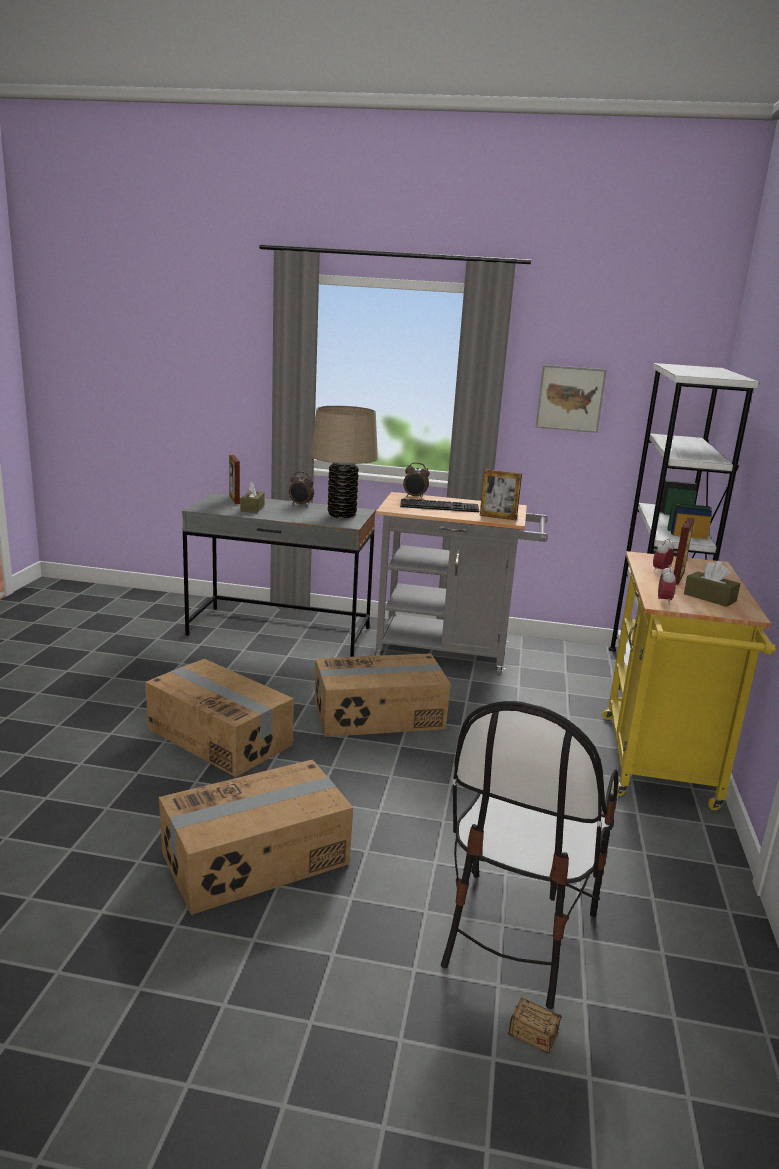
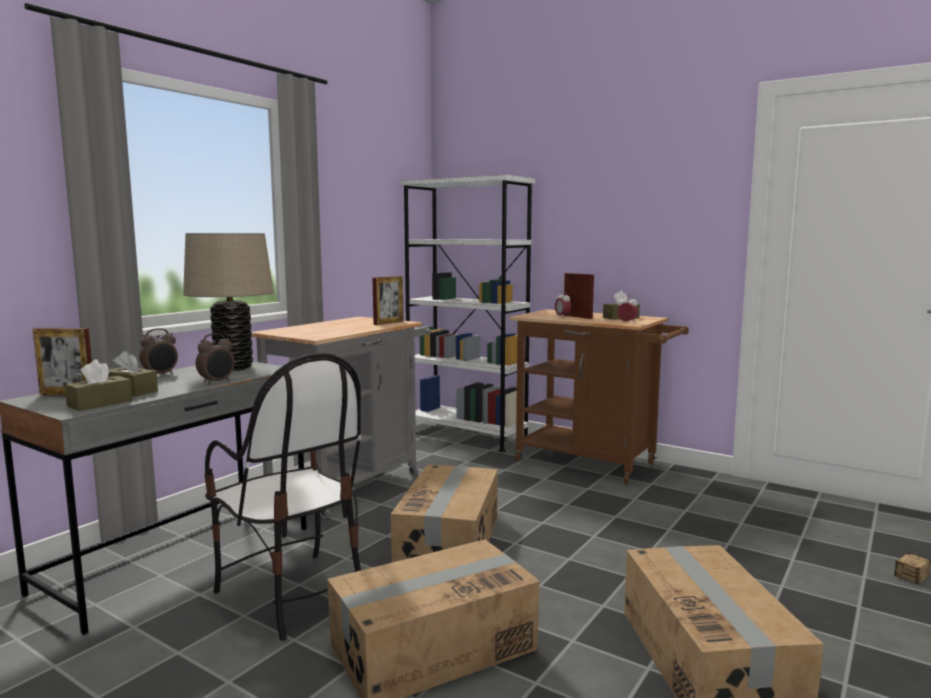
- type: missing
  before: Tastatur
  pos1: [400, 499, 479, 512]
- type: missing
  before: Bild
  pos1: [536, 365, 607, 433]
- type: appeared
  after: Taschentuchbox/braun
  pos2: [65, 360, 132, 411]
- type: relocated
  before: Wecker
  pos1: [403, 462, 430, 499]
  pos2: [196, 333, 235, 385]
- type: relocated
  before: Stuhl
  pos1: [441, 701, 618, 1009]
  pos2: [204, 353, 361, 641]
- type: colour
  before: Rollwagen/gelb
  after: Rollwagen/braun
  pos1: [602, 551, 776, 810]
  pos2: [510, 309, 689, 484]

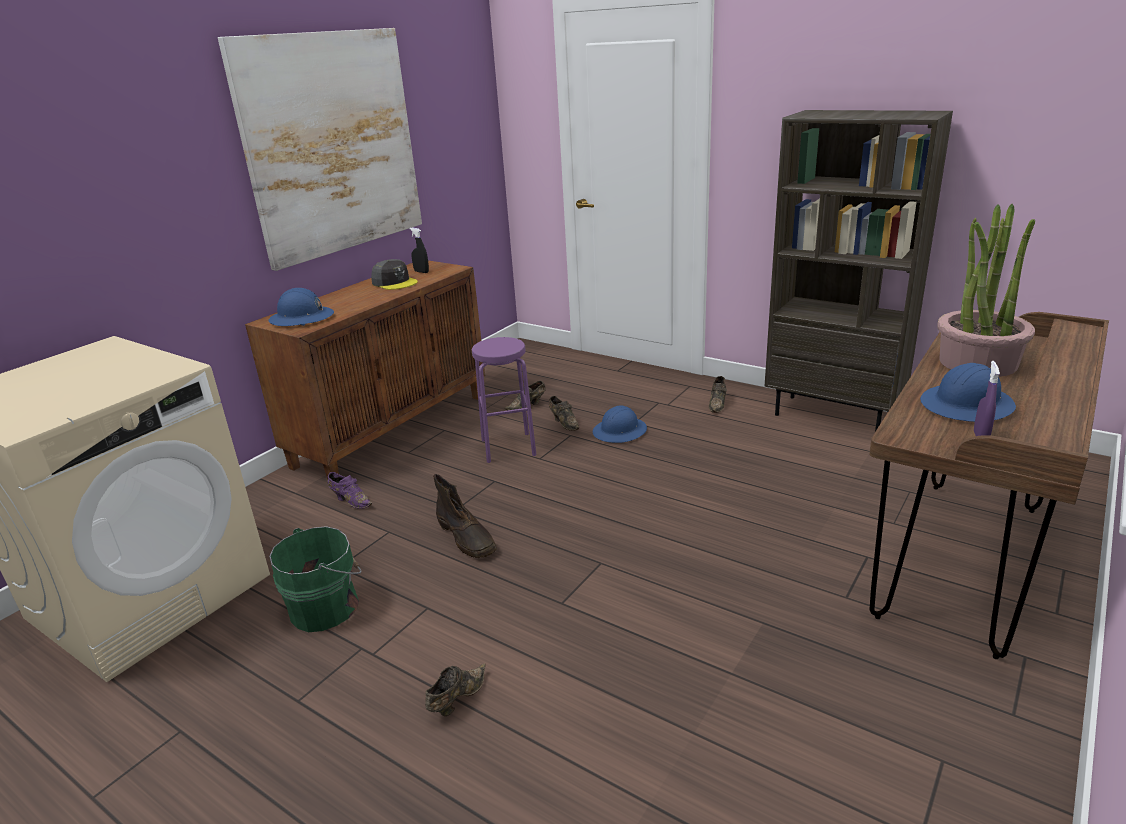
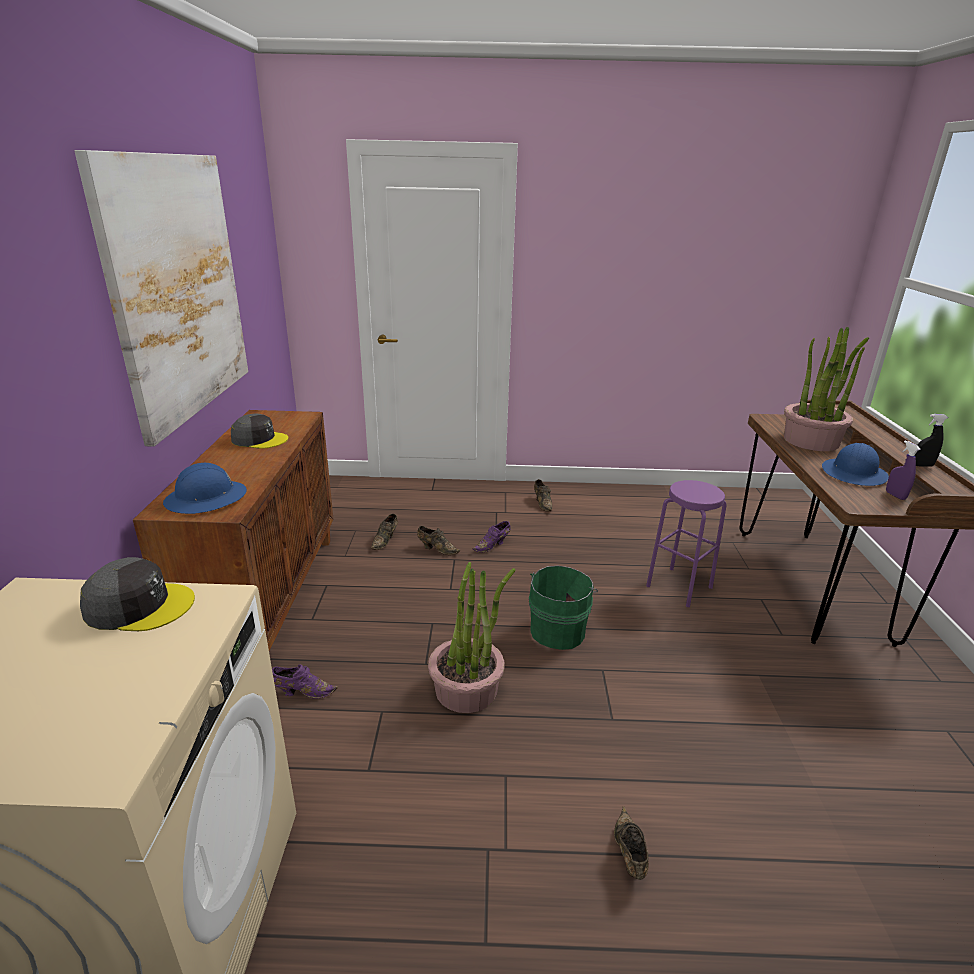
- type: missing
  before: Bücherregal/braun
  pos1: [764, 110, 953, 432]
- type: appeared
  after: Kappe/grau
  pos2: [80, 557, 195, 631]
- type: relocated
  before: Eimer/grün
  pos1: [269, 526, 362, 632]
  pos2: [529, 566, 598, 650]
- type: relocated
  before: Sprühflasche/schwarz
  pos1: [409, 228, 429, 273]
  pos2: [915, 414, 948, 467]
- type: relocated
  before: Hocker/lila
  pos1: [472, 337, 536, 463]
  pos2: [646, 480, 727, 607]
- type: exchanged
  before: Stiefel/braun
  after: Topfpflanze
  pos1: [433, 474, 497, 558]
  pos2: [428, 562, 516, 713]
- type: exchanged
  before: Schutzhelm/blau
  after: Schuh/lila
  pos1: [593, 406, 647, 443]
  pos2: [473, 521, 511, 553]

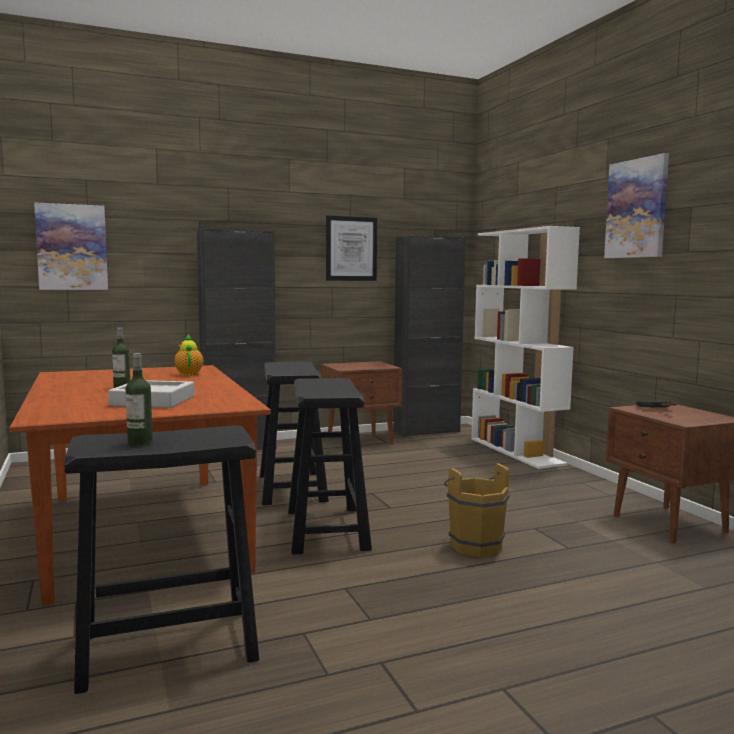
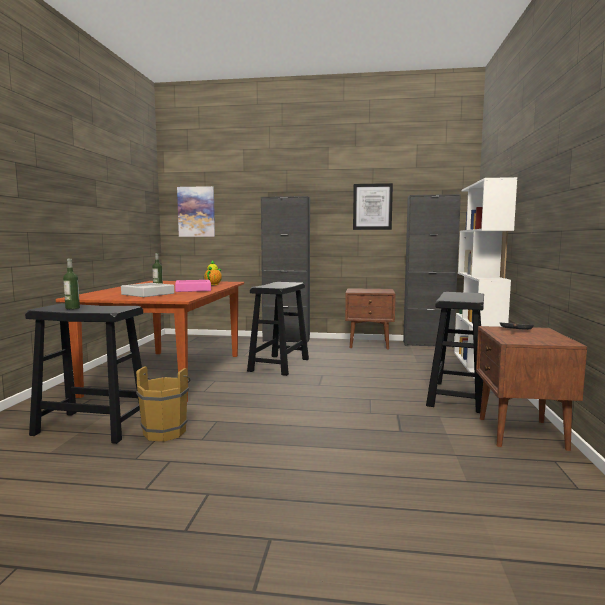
- type: missing
  before: Bild
  pos1: [604, 153, 669, 258]
- type: appeared
  after: Tablett/rosa
  pos2: [175, 280, 211, 292]
- type: relocated
  before: Hocker/schwarz
  pos1: [288, 378, 372, 555]
  pos2: [426, 292, 484, 413]
- type: relocated
  before: Eimer/braun
  pos1: [444, 463, 509, 558]
  pos2: [136, 366, 190, 442]

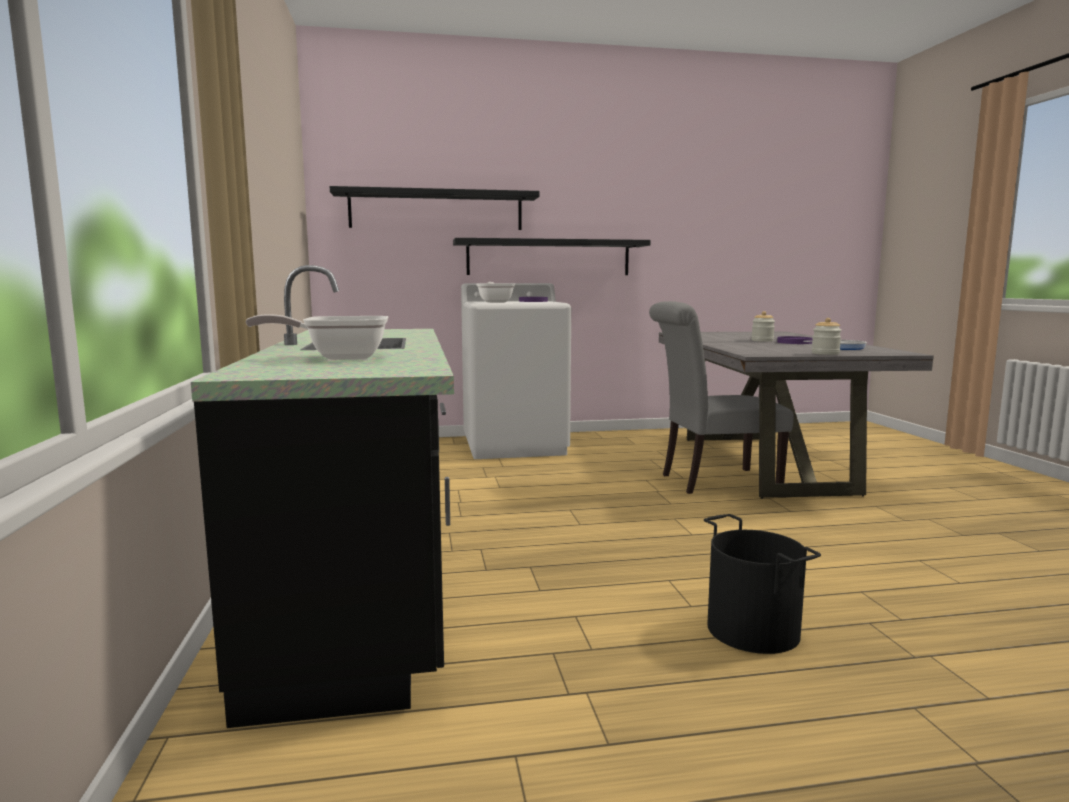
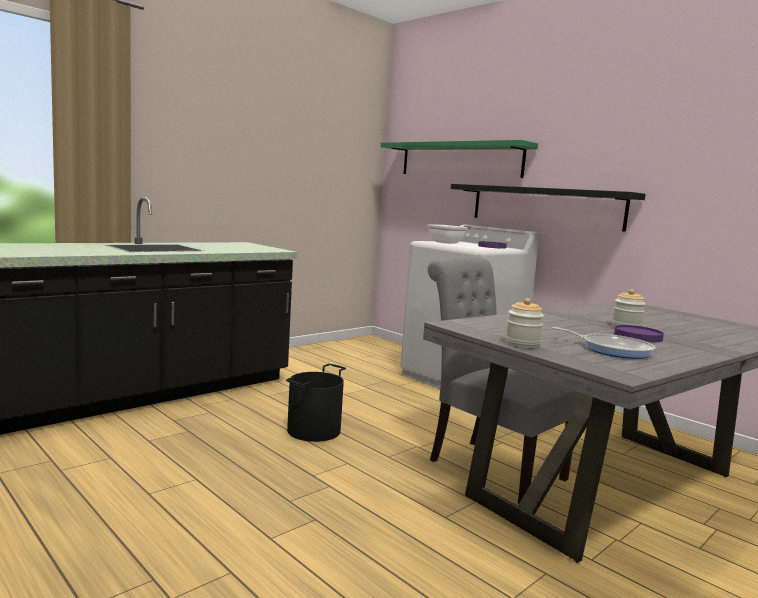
- type: missing
  before: Pfanne
  pos1: [246, 314, 388, 360]
- type: relocated
  before: Eimer/schwarz
  pos1: [704, 514, 821, 654]
  pos2: [286, 364, 346, 442]
- type: colour
  before: Wandregal/schwarz
  after: Wandregal/grün
  pos1: [330, 186, 540, 230]
  pos2: [380, 140, 538, 178]

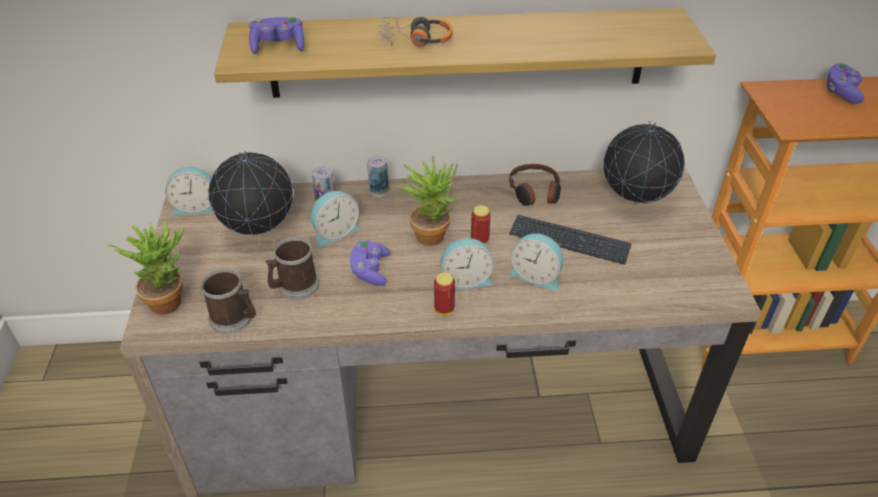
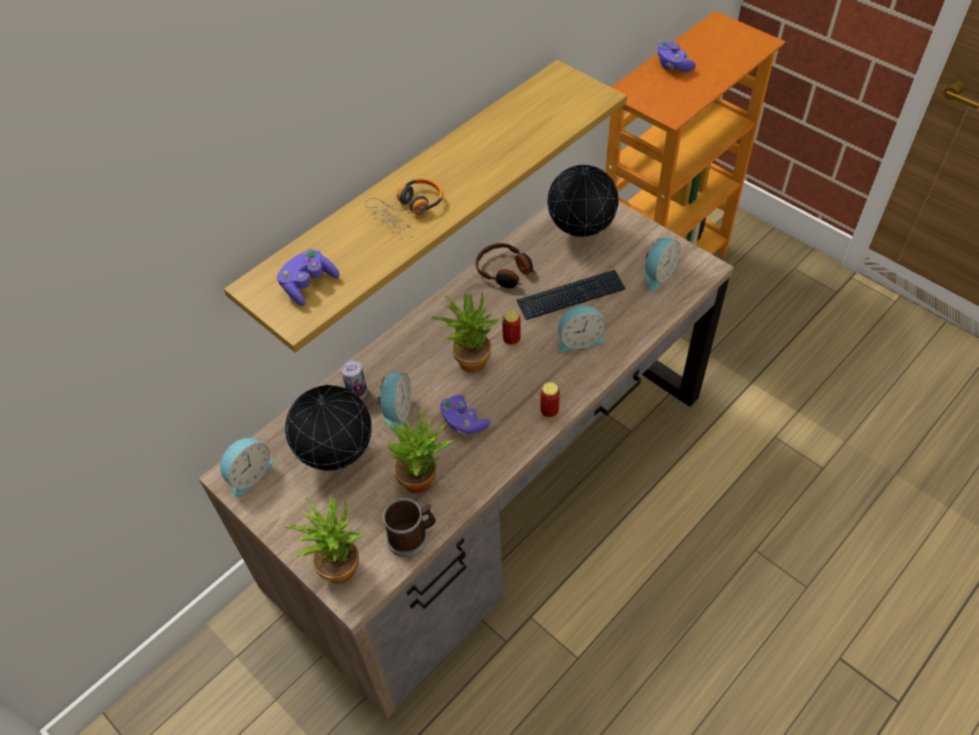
- type: missing
  before: Dose
  pos1: [367, 156, 389, 197]
- type: relocated
  before: Wecker
  pos1: [440, 238, 494, 290]
  pos2: [644, 238, 681, 291]
- type: exchanged
  before: Henkelbecher
  after: Topfpflanze
  pos1: [266, 237, 319, 300]
  pos2: [382, 408, 454, 494]

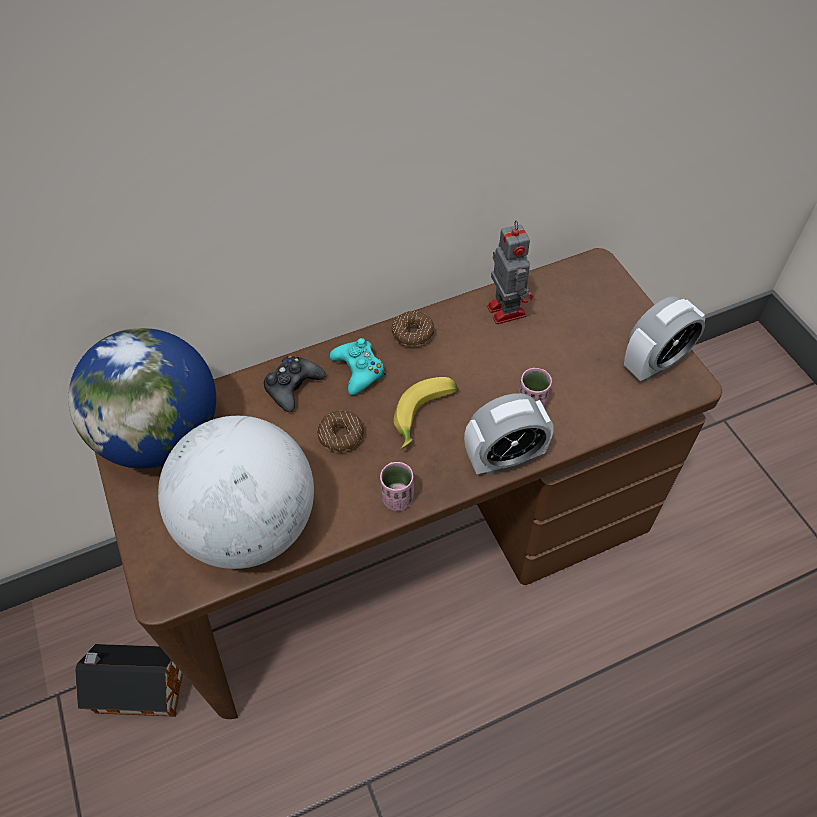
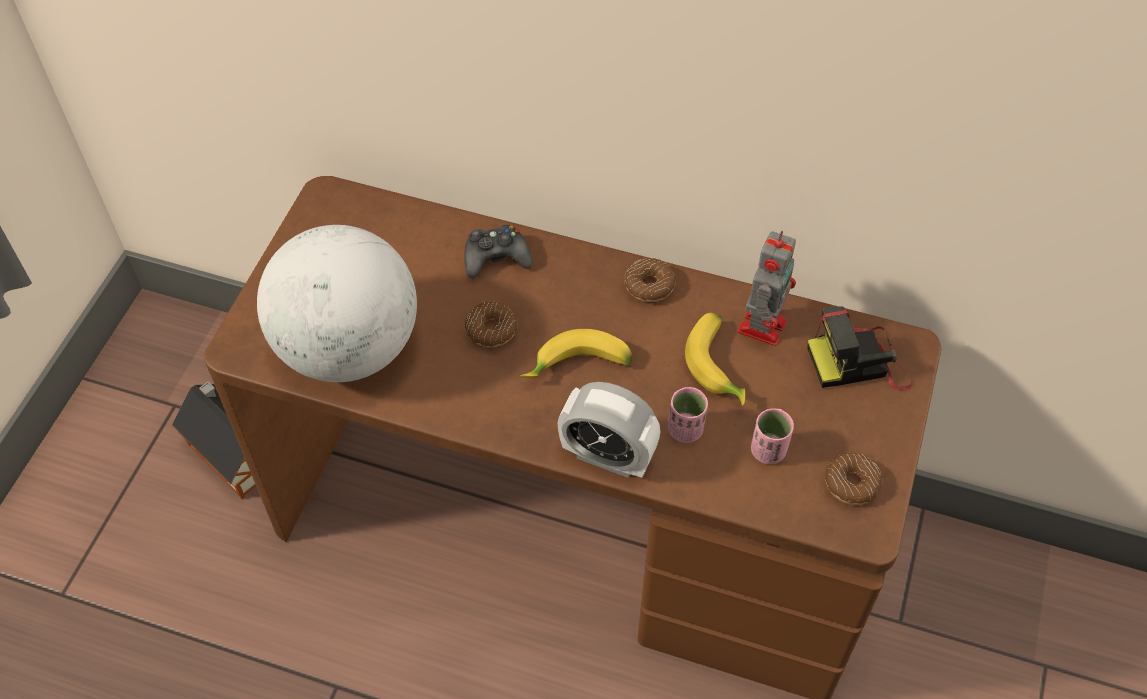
- type: missing
  before: Globus
  pos1: [68, 328, 216, 469]
- type: missing
  before: Gamepad/türkis
  pos1: [330, 338, 385, 395]
- type: appeared
  after: Banane
  pos2: [685, 313, 745, 406]
- type: appeared
  after: Kamera
  pos2: [807, 306, 912, 390]
- type: relocated
  before: Tasse/rosa
  pos1: [380, 462, 414, 511]
  pos2: [751, 408, 794, 464]
- type: exchanged
  before: Wecker
  after: Donut
  pos1: [624, 296, 705, 381]
  pos2: [825, 453, 883, 505]

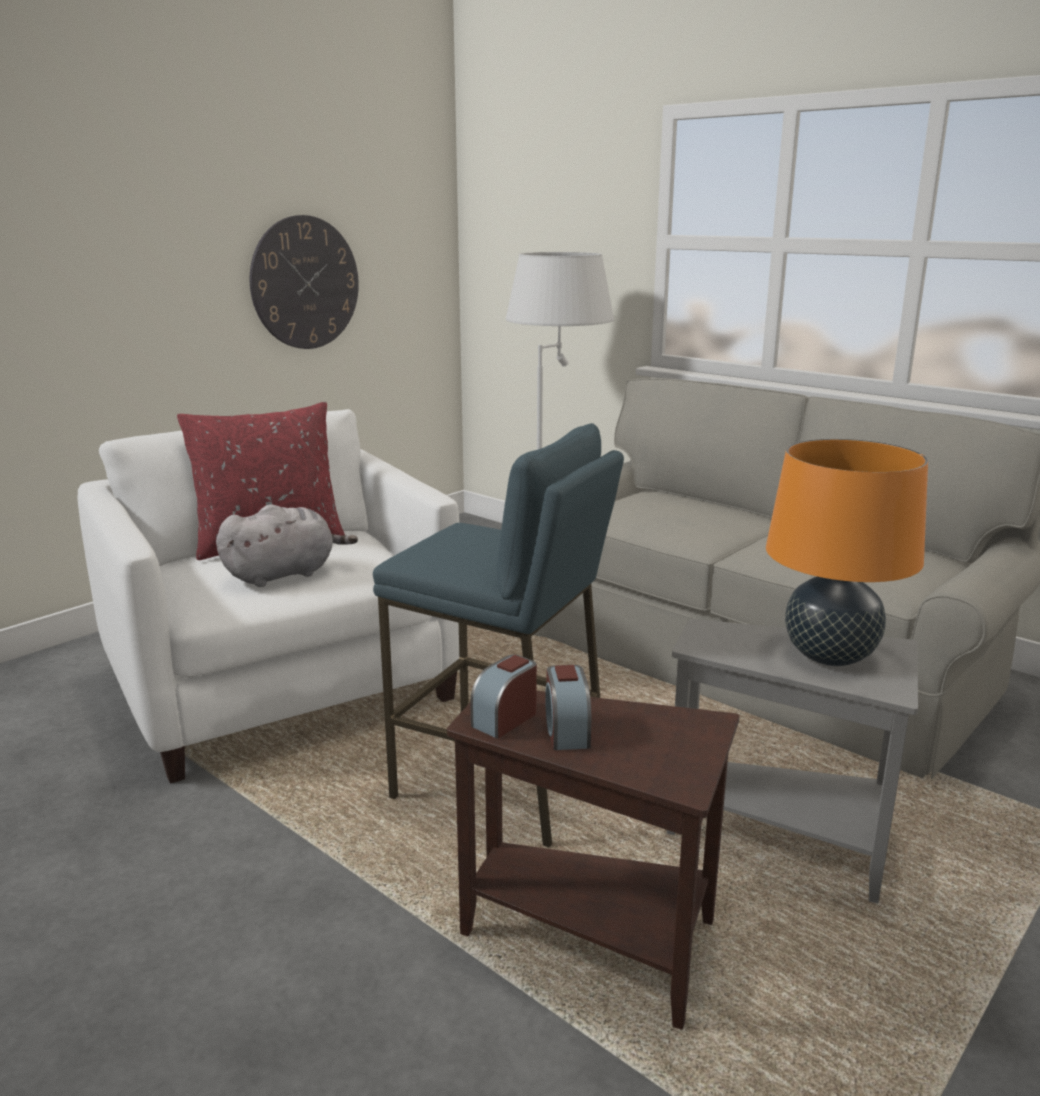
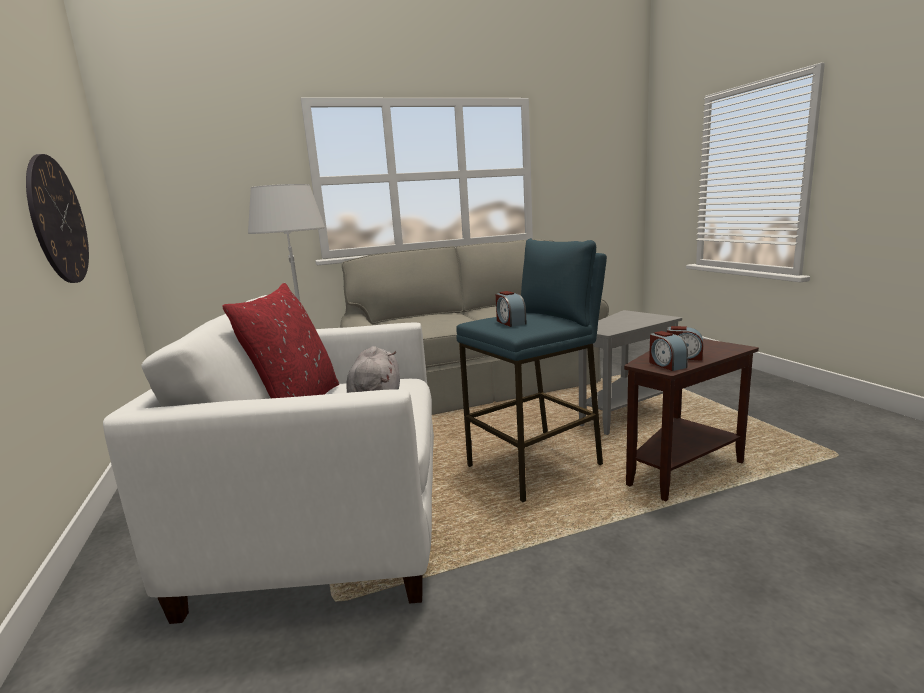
- type: missing
  before: Tischlampe/orange
  pos1: [766, 439, 928, 666]
- type: appeared
  after: Wecker
  pos2: [496, 291, 527, 327]

